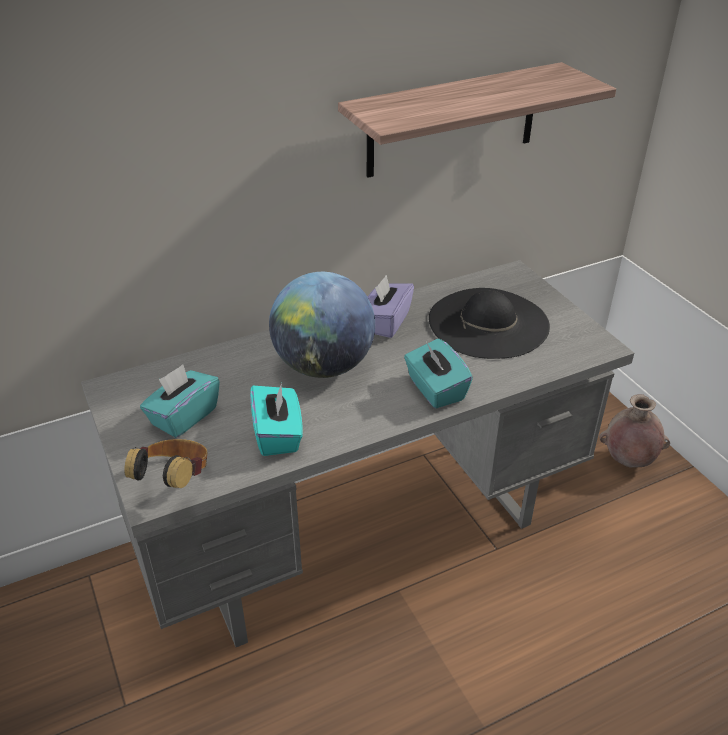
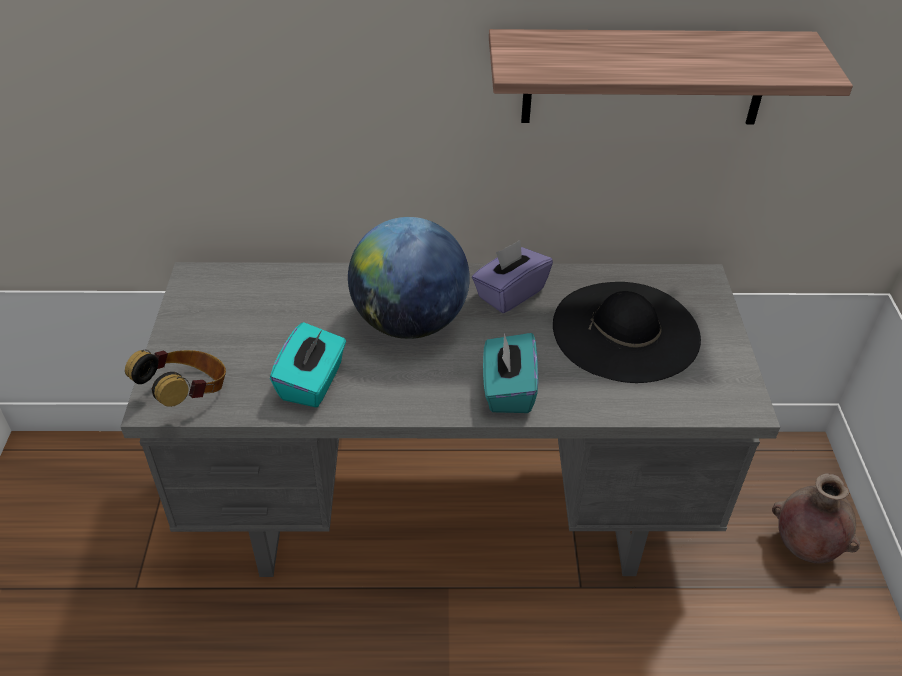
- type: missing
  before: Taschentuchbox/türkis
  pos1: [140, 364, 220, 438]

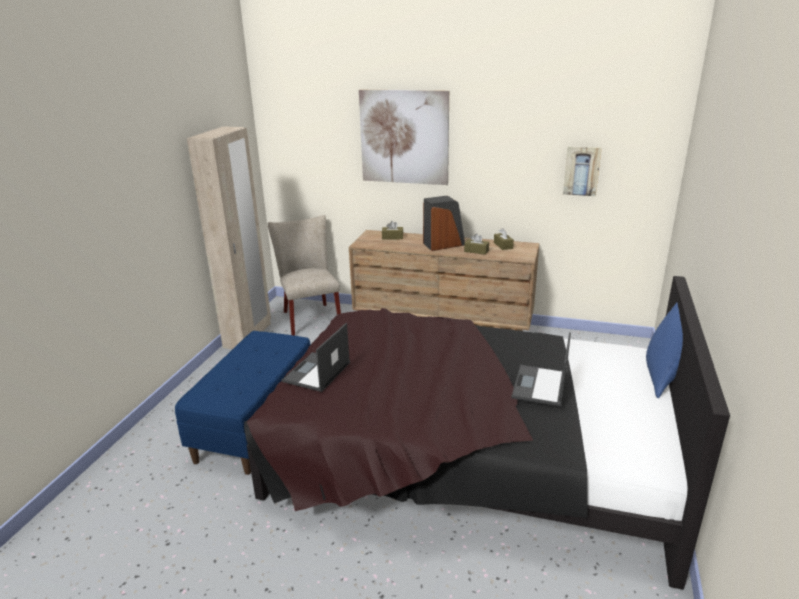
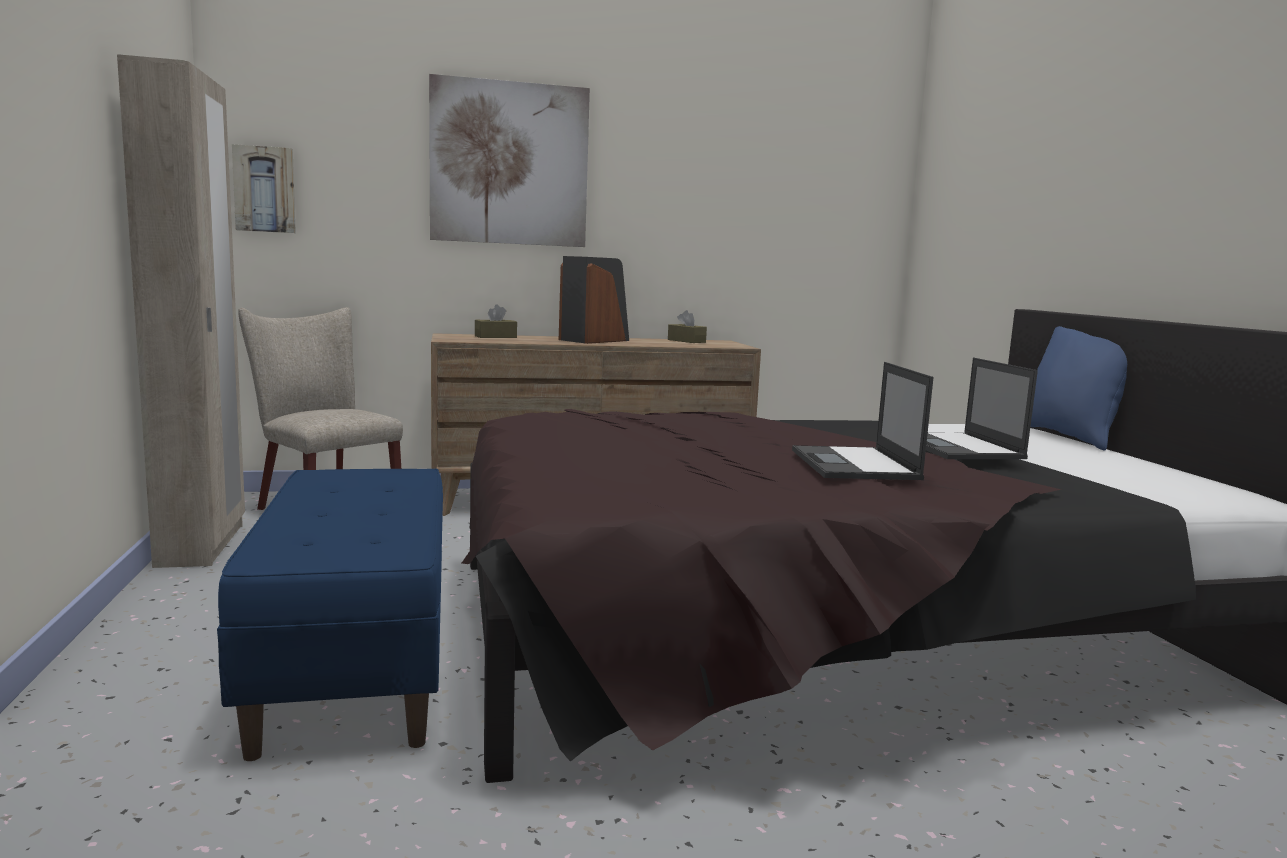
- type: missing
  before: Taschentuchbox/braun
  pos1: [464, 234, 489, 255]
- type: relocated
  before: Laptop
  pos1: [281, 323, 350, 392]
  pos2: [792, 362, 934, 480]
- type: relocated
  before: Bild
  pos1: [563, 146, 602, 196]
  pos2: [232, 144, 296, 233]

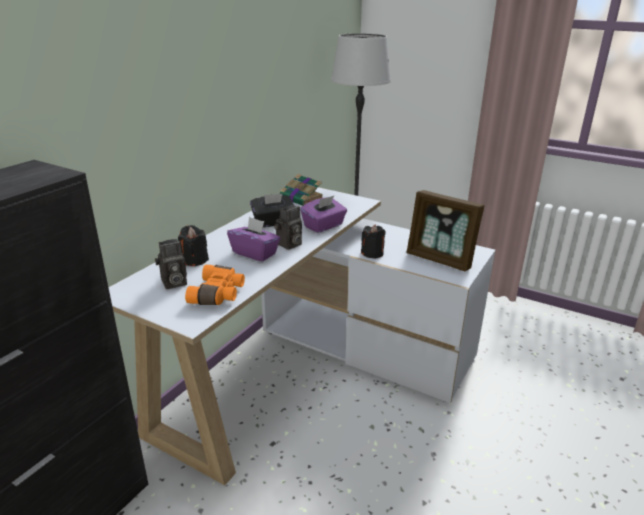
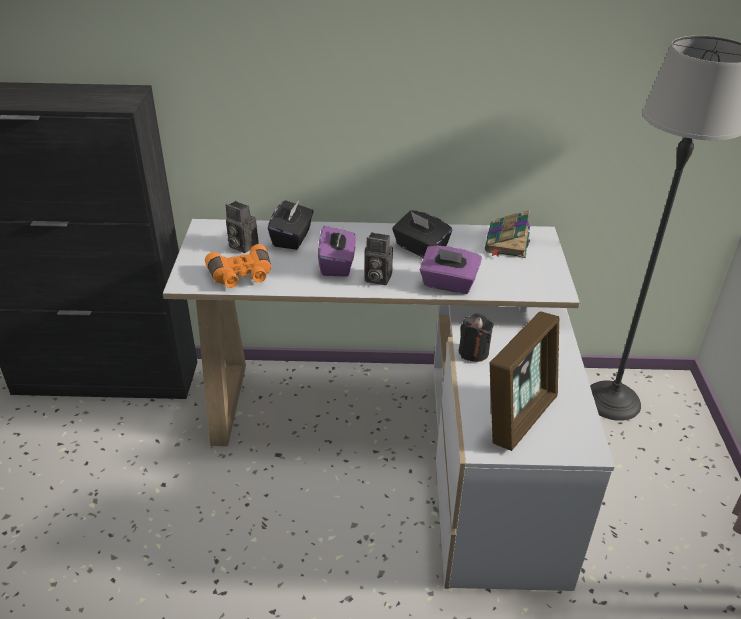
- type: exchanged
  before: Kerze/schwarz
  after: Taschentuchbox/schwarz
  pos1: [178, 225, 209, 266]
  pos2: [268, 199, 314, 250]
- type: spun
  before: Bilderrahmen
  pos1: [407, 190, 485, 271]
  pos2: [490, 311, 560, 451]
  turn: -150

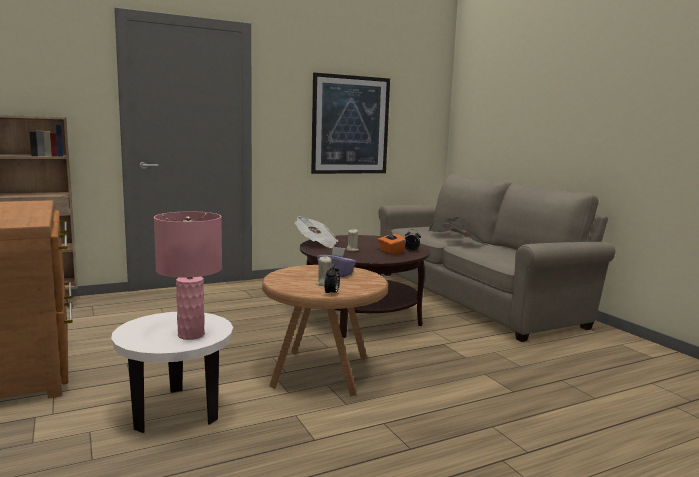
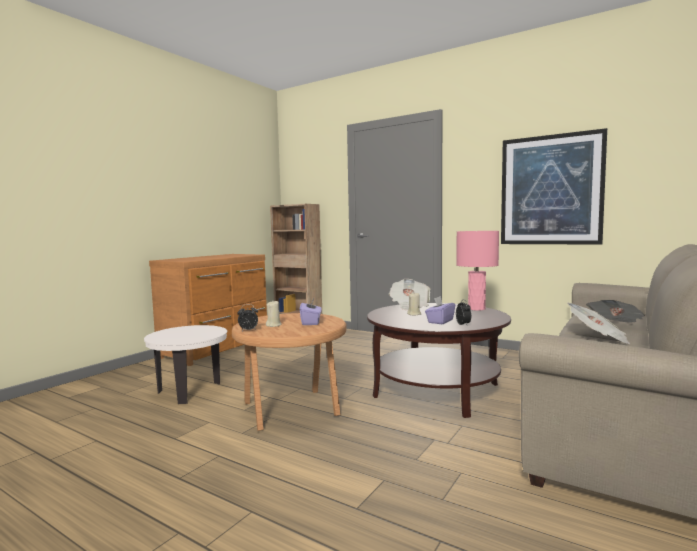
- type: relocated
  before: Tischlampe/rosa
  pos1: [154, 211, 222, 340]
  pos2: [456, 231, 499, 311]
- type: colour
  before: Taschentuchbox/orange
  after: Taschentuchbox/lila
  pos1: [378, 230, 406, 254]
  pos2: [425, 296, 455, 324]

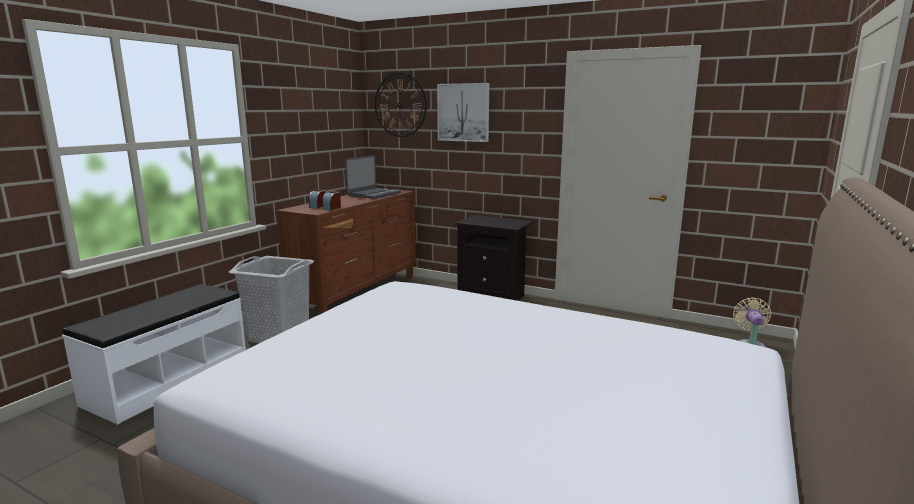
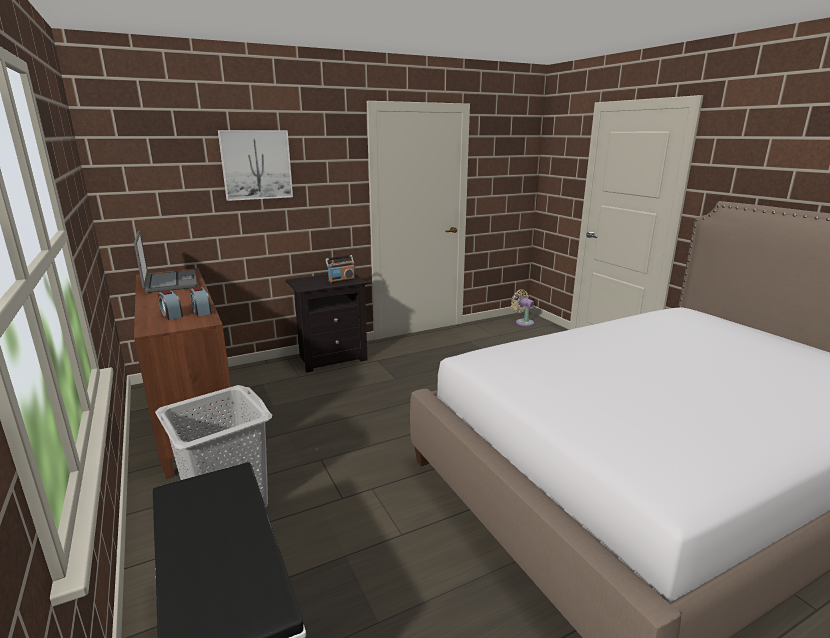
- type: missing
  before: Wanduhr
  pos1: [375, 73, 427, 137]
- type: appeared
  after: Radio
  pos2: [326, 255, 355, 283]

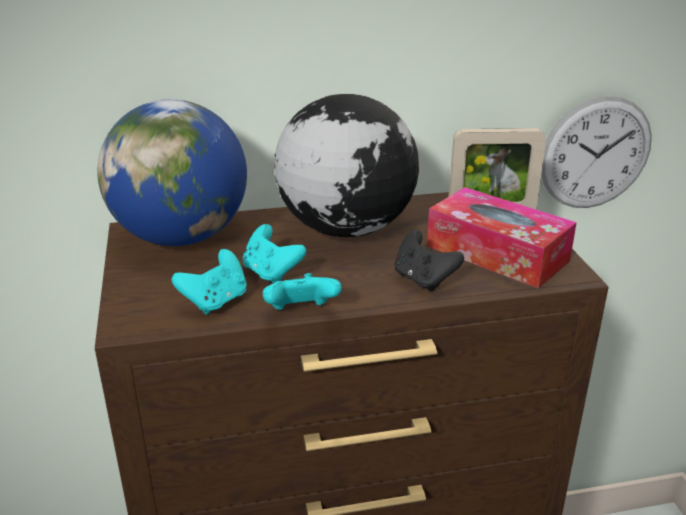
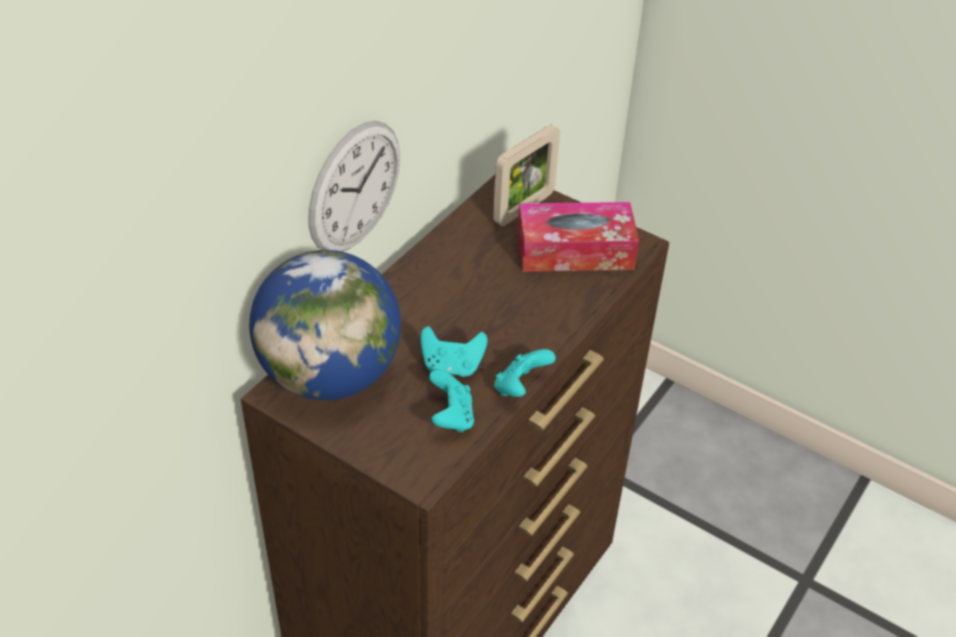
- type: missing
  before: Globus
  pos1: [274, 94, 419, 237]
- type: missing
  before: Gamepad/schwarz
  pos1: [394, 230, 464, 292]
- type: relocated
  before: Wanduhr
  pos1: [541, 96, 652, 208]
  pos2: [308, 121, 400, 252]

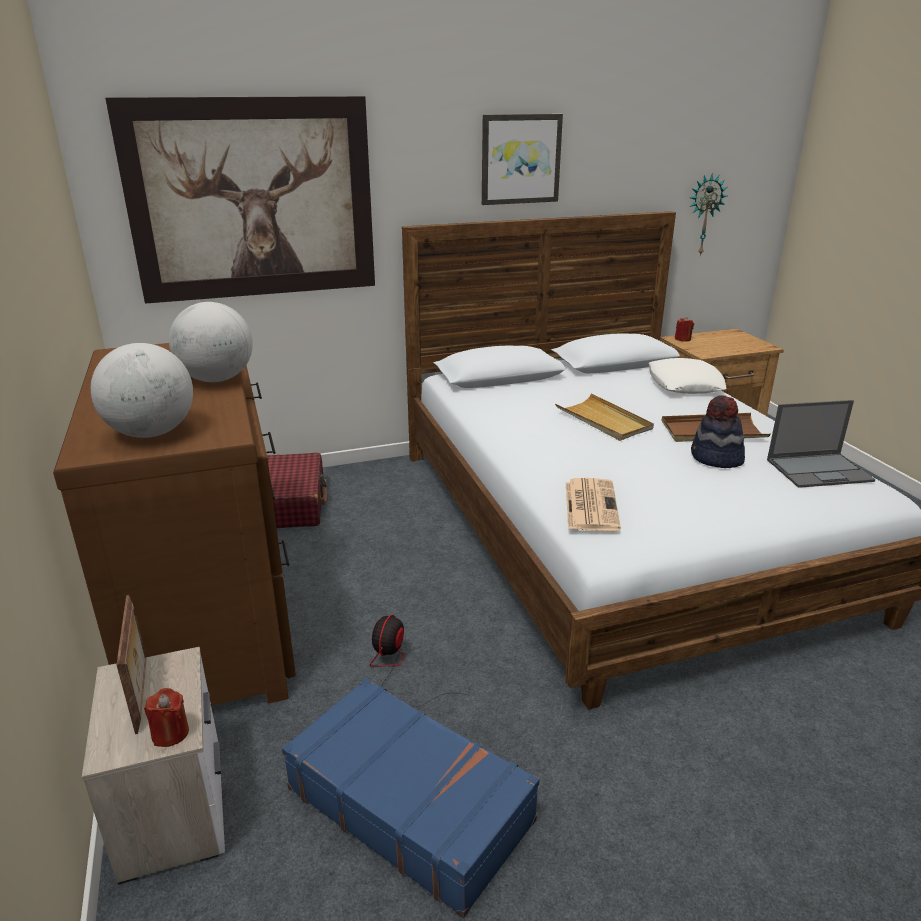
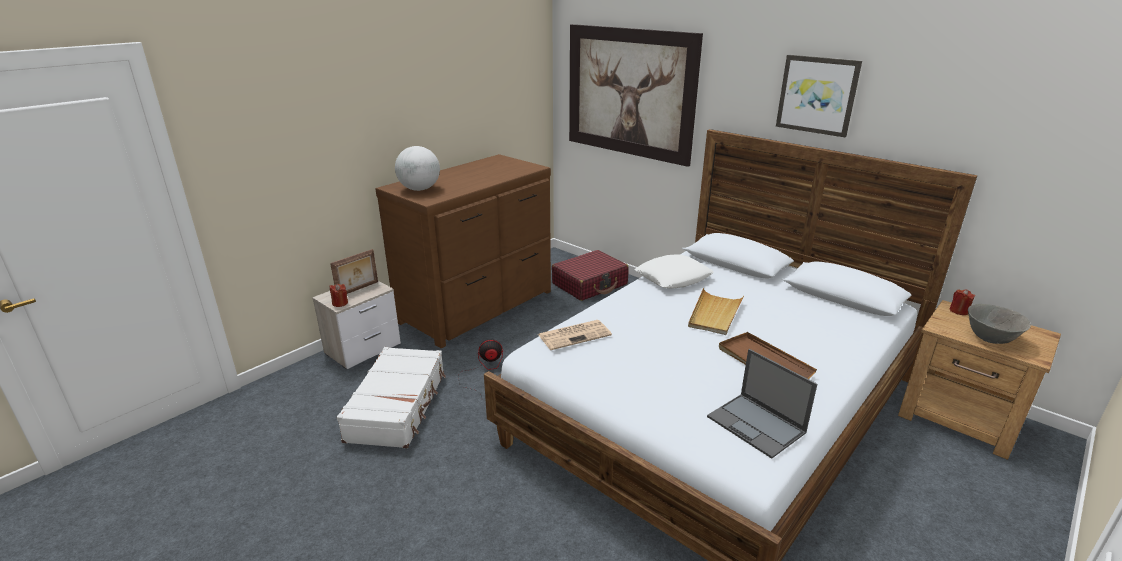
- type: missing
  before: Globus
  pos1: [169, 302, 253, 382]
- type: missing
  before: Wanduhr
  pos1: [690, 173, 727, 256]
- type: missing
  before: Hut
  pos1: [691, 395, 745, 468]
- type: appeared
  after: Schüssel/grau
  pos2: [968, 304, 1031, 344]
- type: relocated
  before: Kissen/weiß
  pos1: [649, 358, 727, 394]
  pos2: [635, 254, 714, 288]
- type: colour
  before: Koffer/blau
  after: Koffer/weiß
  pos1: [282, 678, 540, 918]
  pos2: [337, 347, 446, 448]

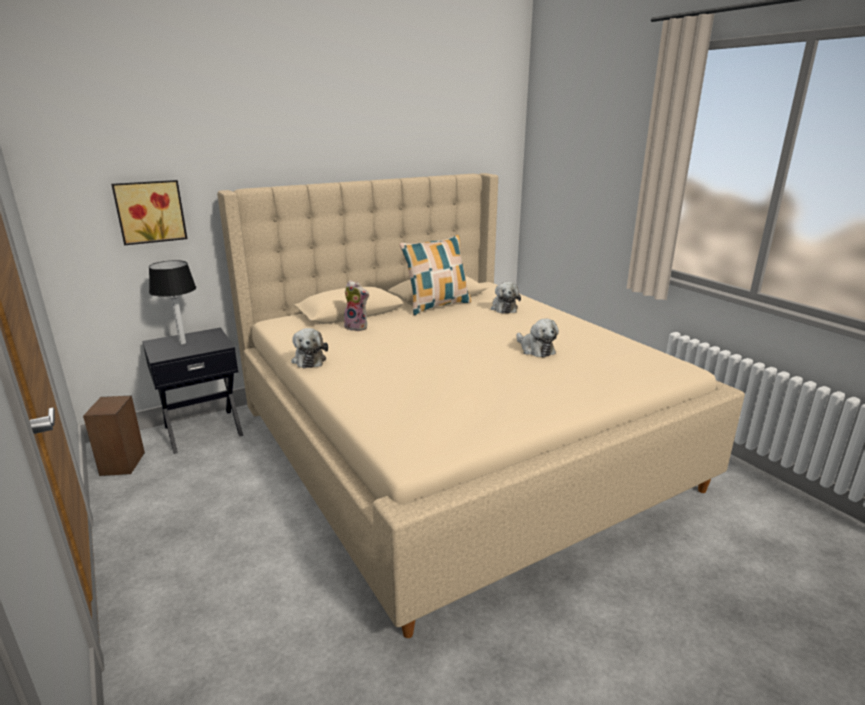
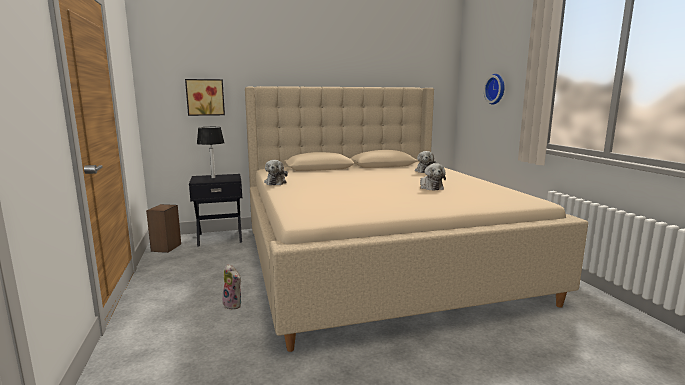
- type: missing
  before: Kissen
  pos1: [400, 235, 471, 315]
- type: appeared
  after: Wanduhr
  pos2: [484, 74, 505, 105]
- type: relocated
  before: Plüschtier
  pos1: [344, 280, 369, 331]
  pos2: [222, 264, 241, 310]

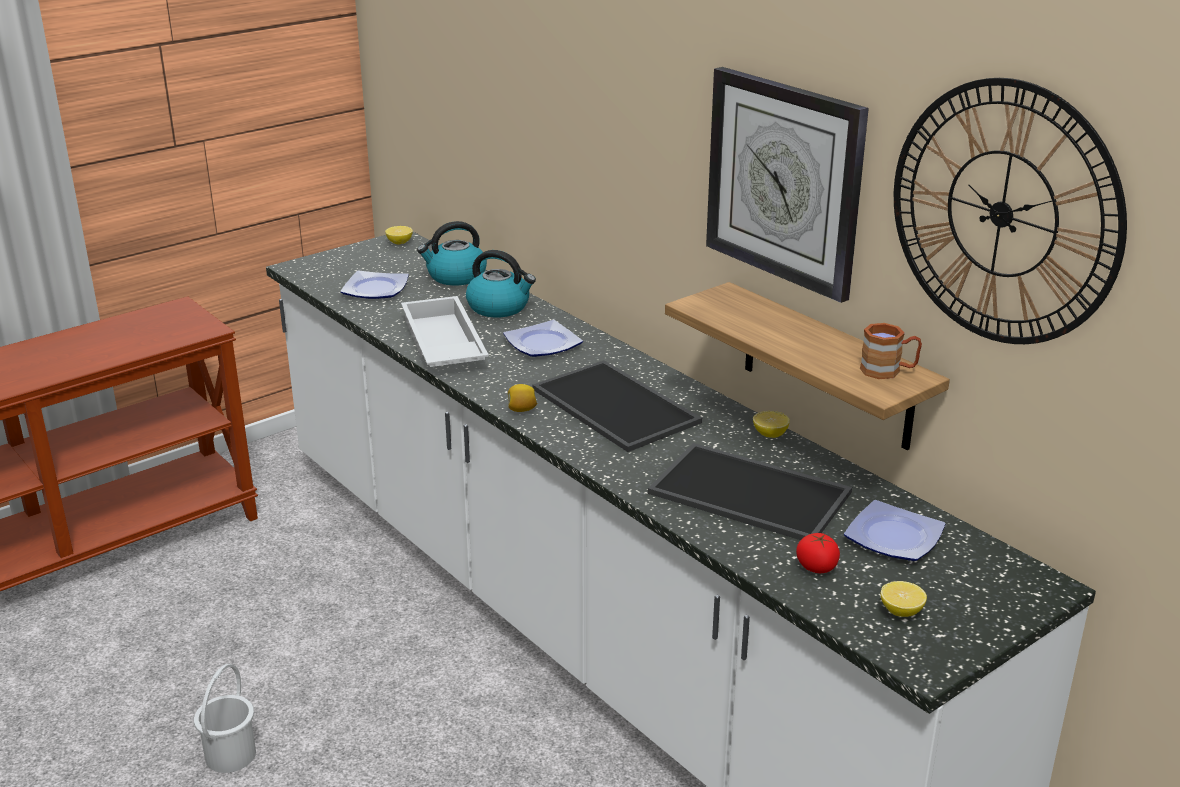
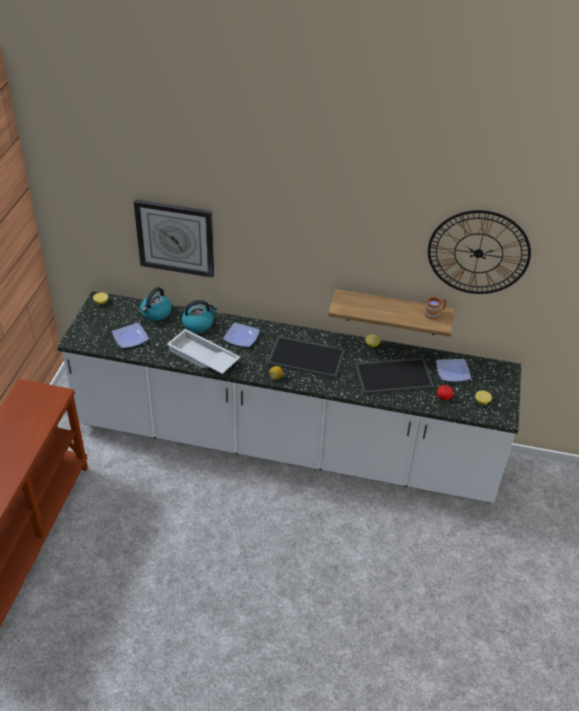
- type: missing
  before: Eimer/weiß
  pos1: [194, 664, 256, 773]
- type: relocated
  before: Wanduhr
  pos1: [706, 67, 869, 303]
  pos2: [134, 199, 214, 278]

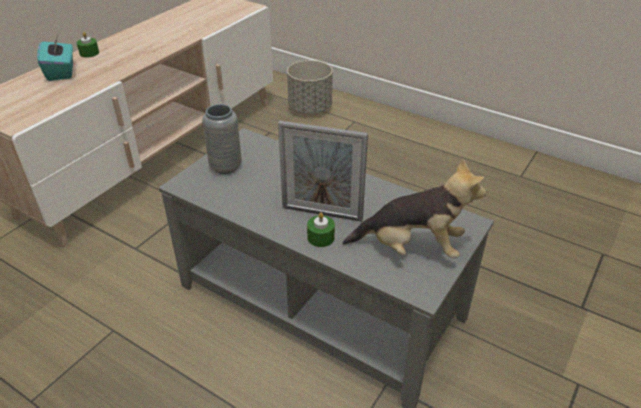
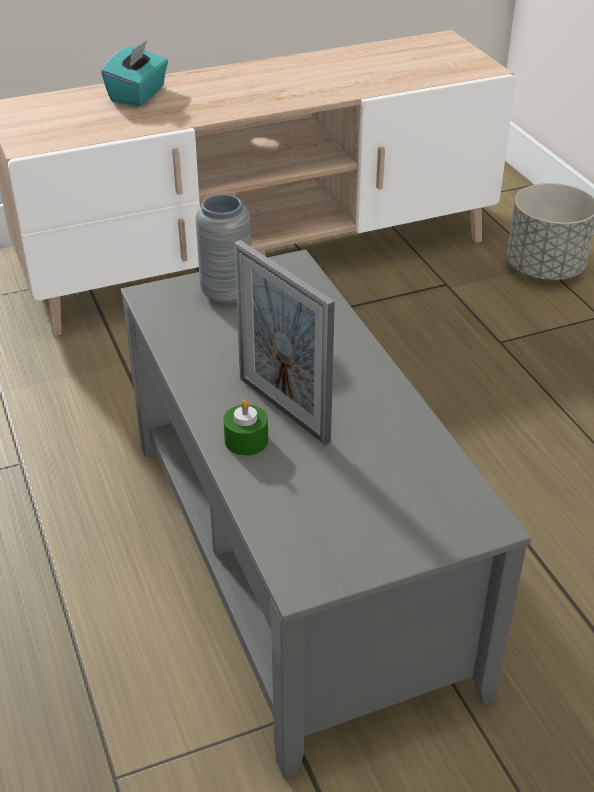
- type: missing
  before: Kerze/grün
  pos1: [77, 32, 99, 58]
- type: missing
  before: Plüschtier
  pos1: [343, 157, 486, 258]

